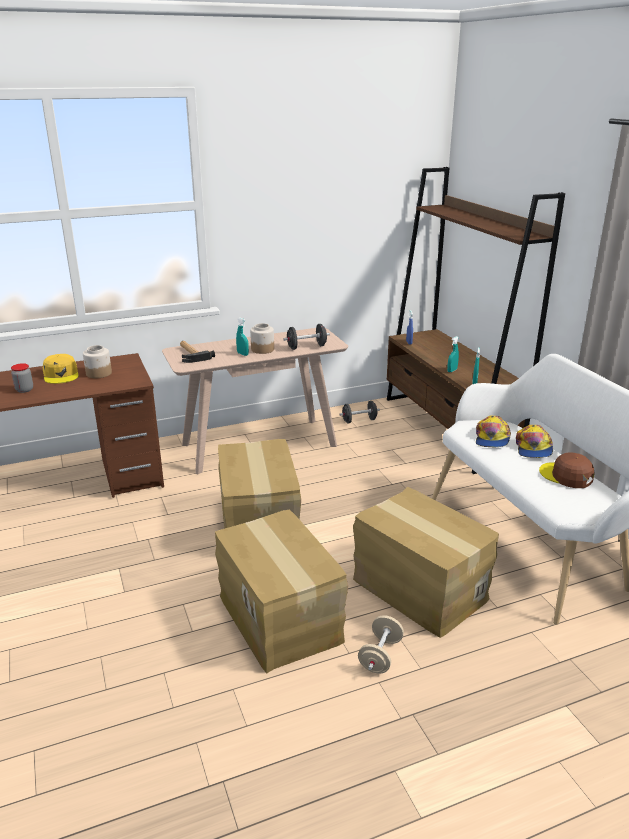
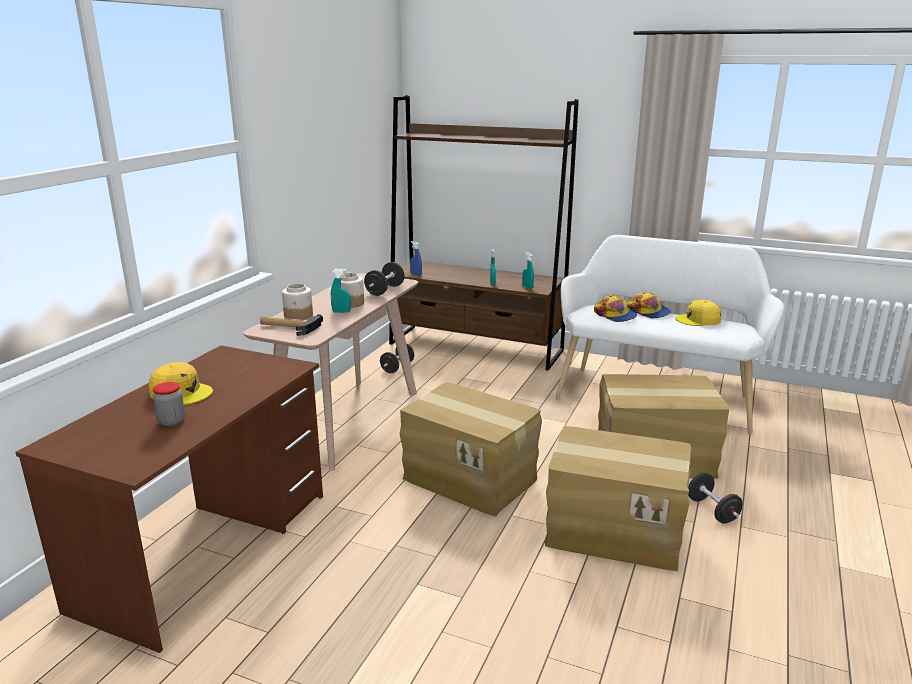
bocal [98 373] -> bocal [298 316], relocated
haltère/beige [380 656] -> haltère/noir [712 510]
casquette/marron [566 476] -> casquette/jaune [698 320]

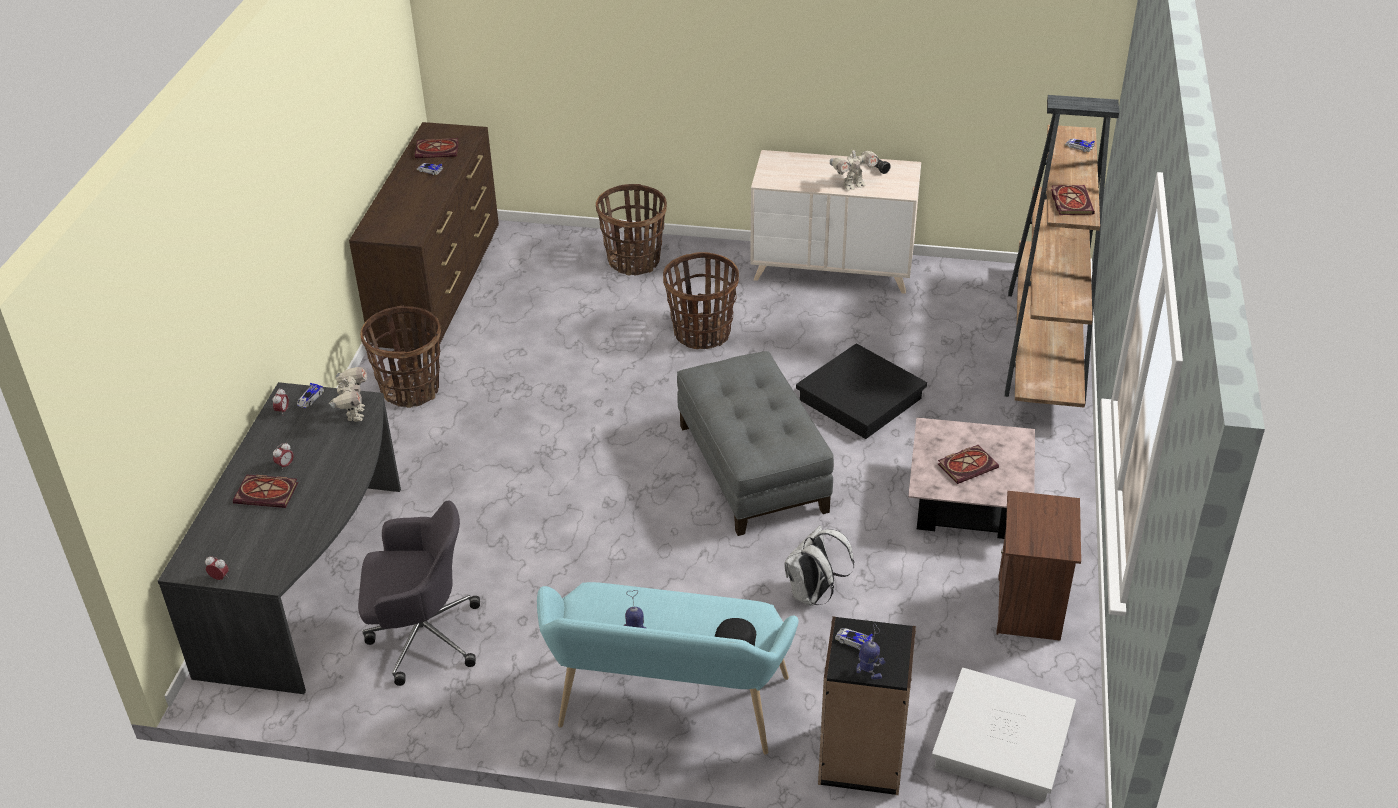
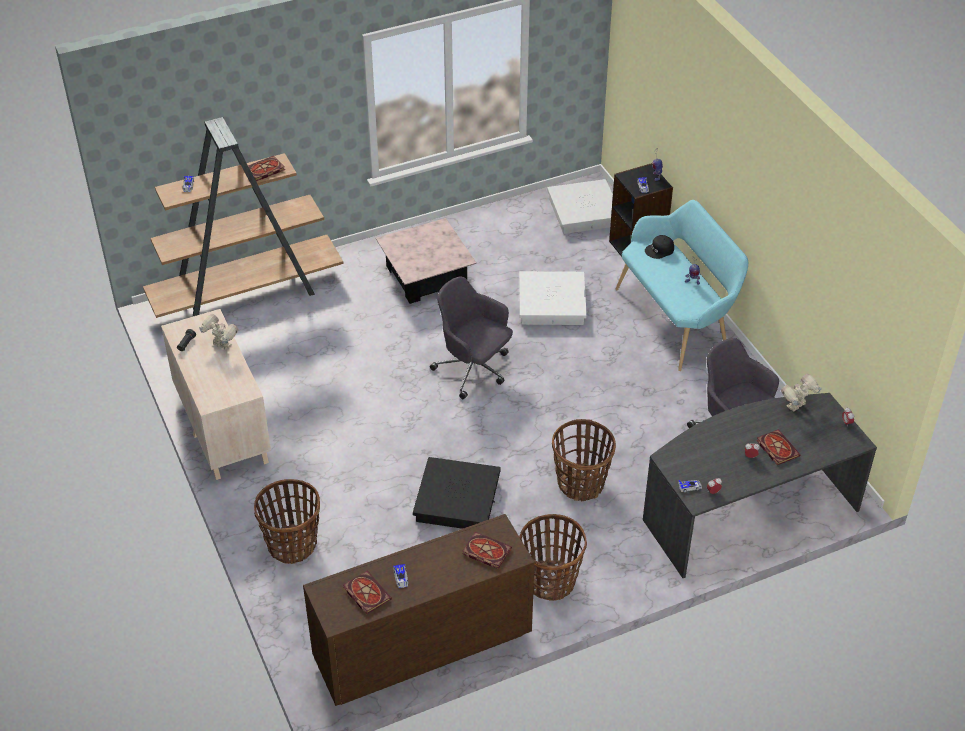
table de chevet/marron [1030 608] -> none
robot jouet [354 414] -> robot jouet [797 406], relocated
panier [702 334] -> panier [581 484], relocated
boîte de rangement/noir [860 399] -> boîte de rangement/noir [457 500], relocated
livre [968 465] -> livre [485 551], relocated
pouf/gris [753 467] -> chaise de bureau/gris [473 370]
sac à dos/blanc [813 595] -> boîte de rangement/blanc [552 303]

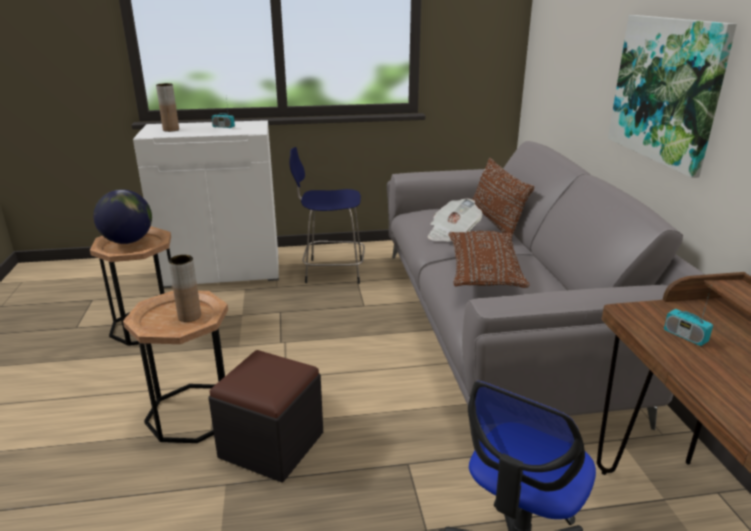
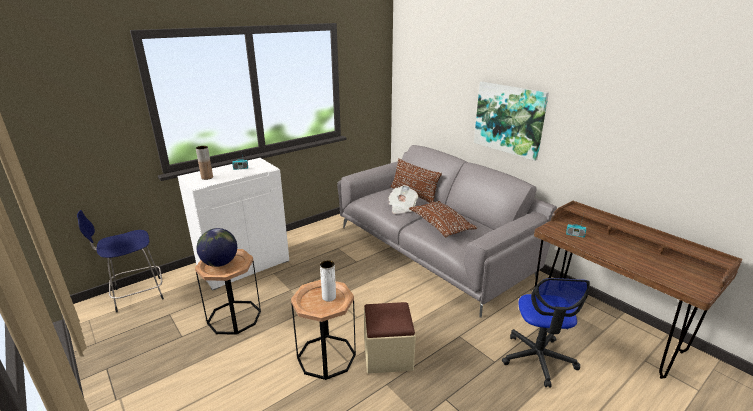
tabouret/bleu [331 271] -> tabouret/bleu [136 294], relocated
vase/marron [189 316] -> vase/blanc [329 297]
pouf/noir [271 445] -> pouf/beige [388 355]

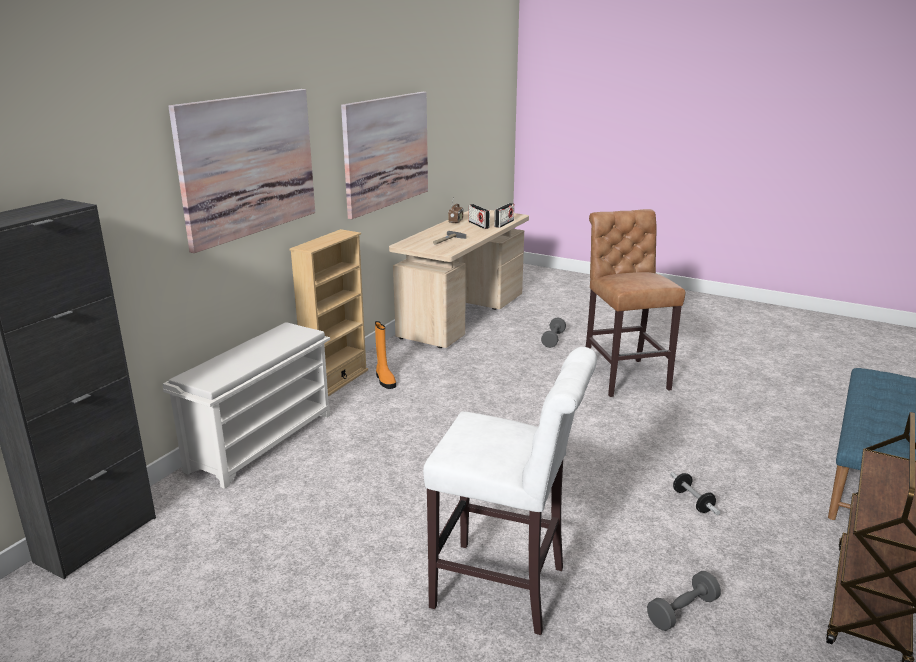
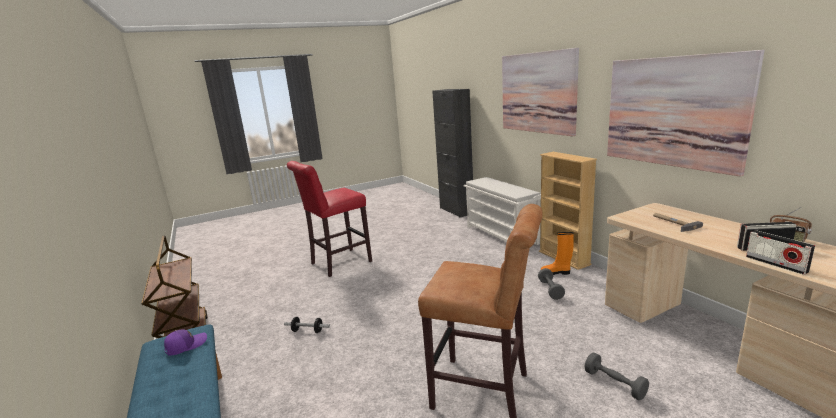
none -> casquette/violet [186 345]
haltère/gris [682 611] -> haltère/gris [550 290], relocated
tabouret/blanc [506 589] -> tabouret/rouge [338 263]

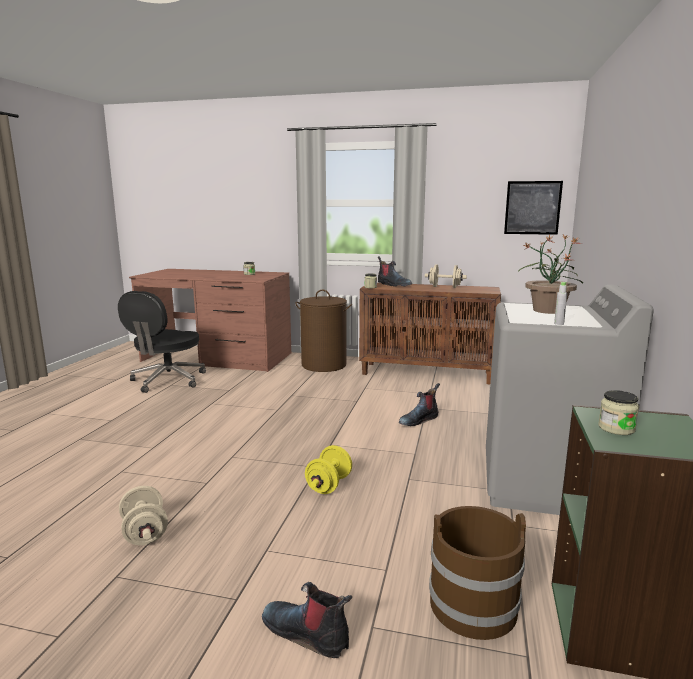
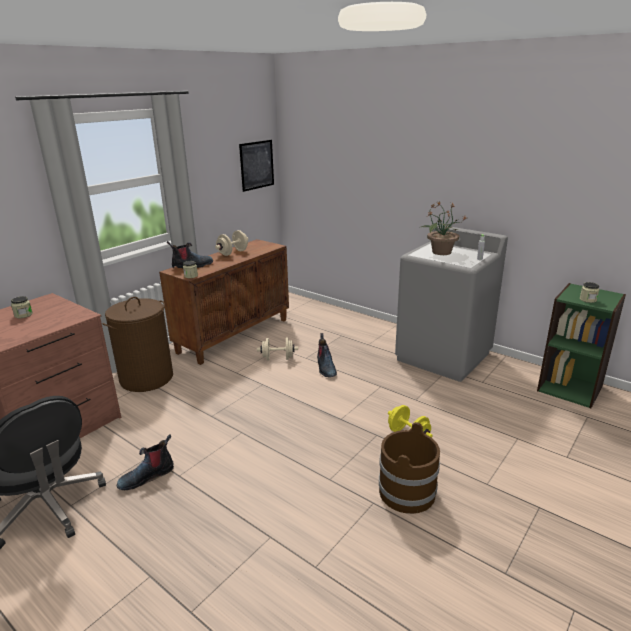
haltère/beige [145 532] -> haltère/beige [278 358], relocated
botte [307 633] -> botte [147 476], relocated
seau/marron [472 605] -> seau/marron [407 492], relocated

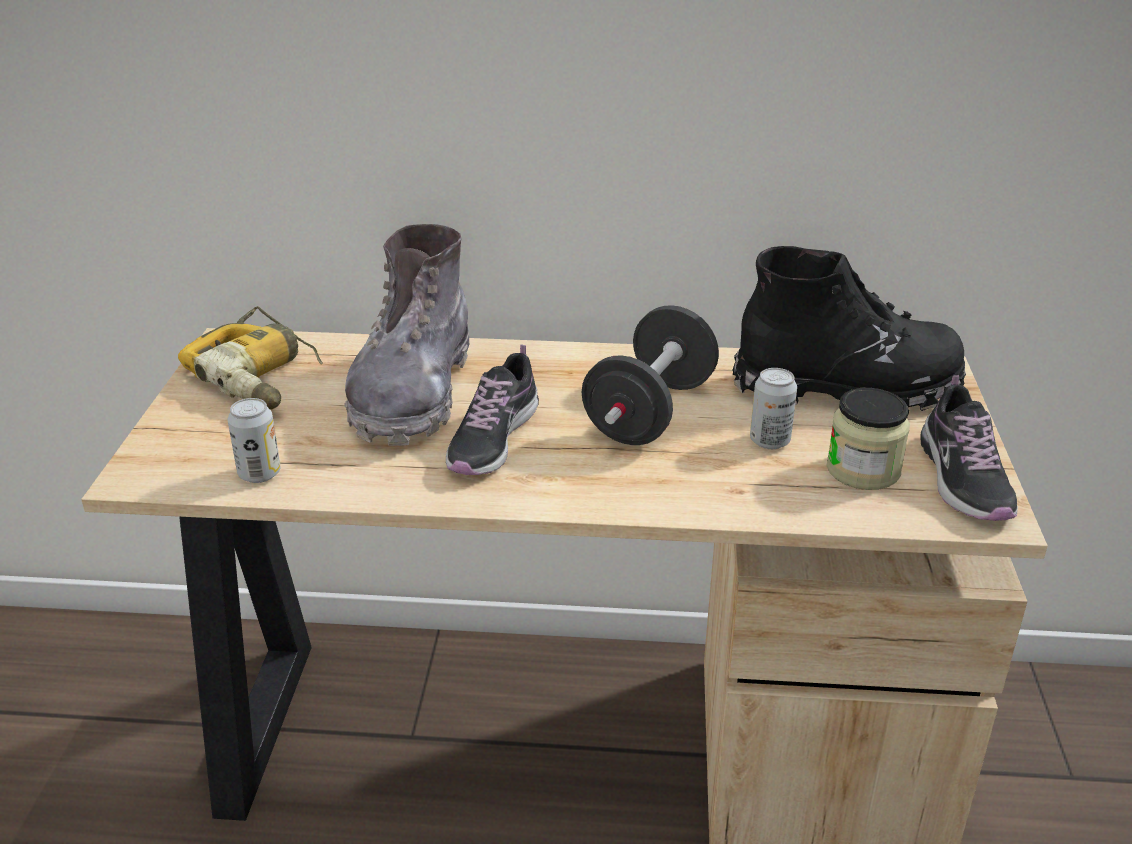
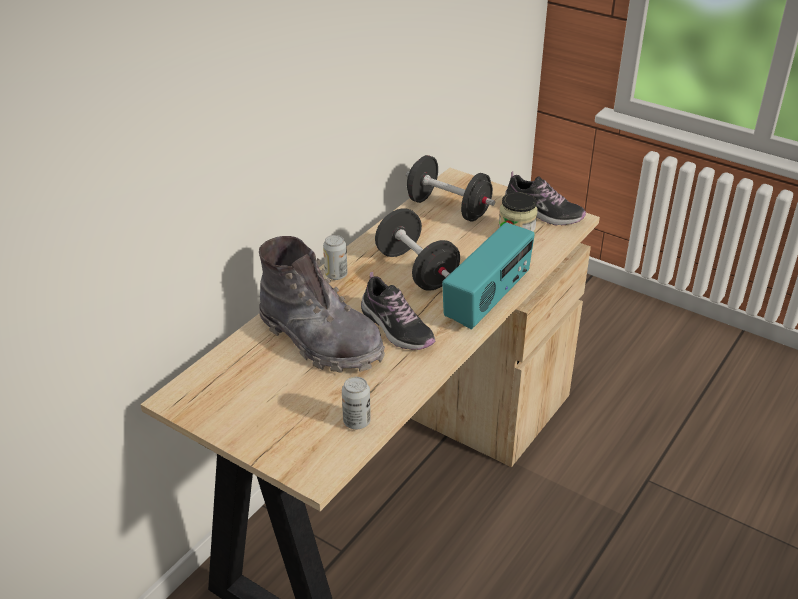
perceuse [261 375] -> none
none -> radio [488 300]
boîte métallique [769 441] -> boîte métallique [336 275], relocated
botte/noir [847 389] -> haltère/noir [448 208]

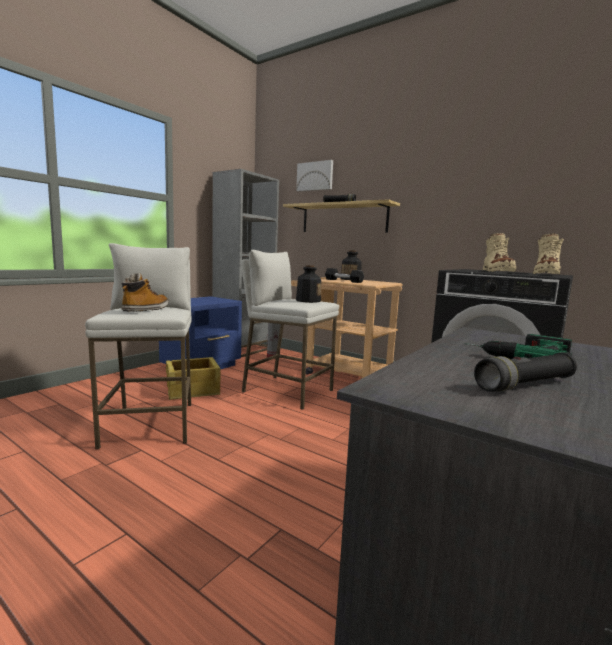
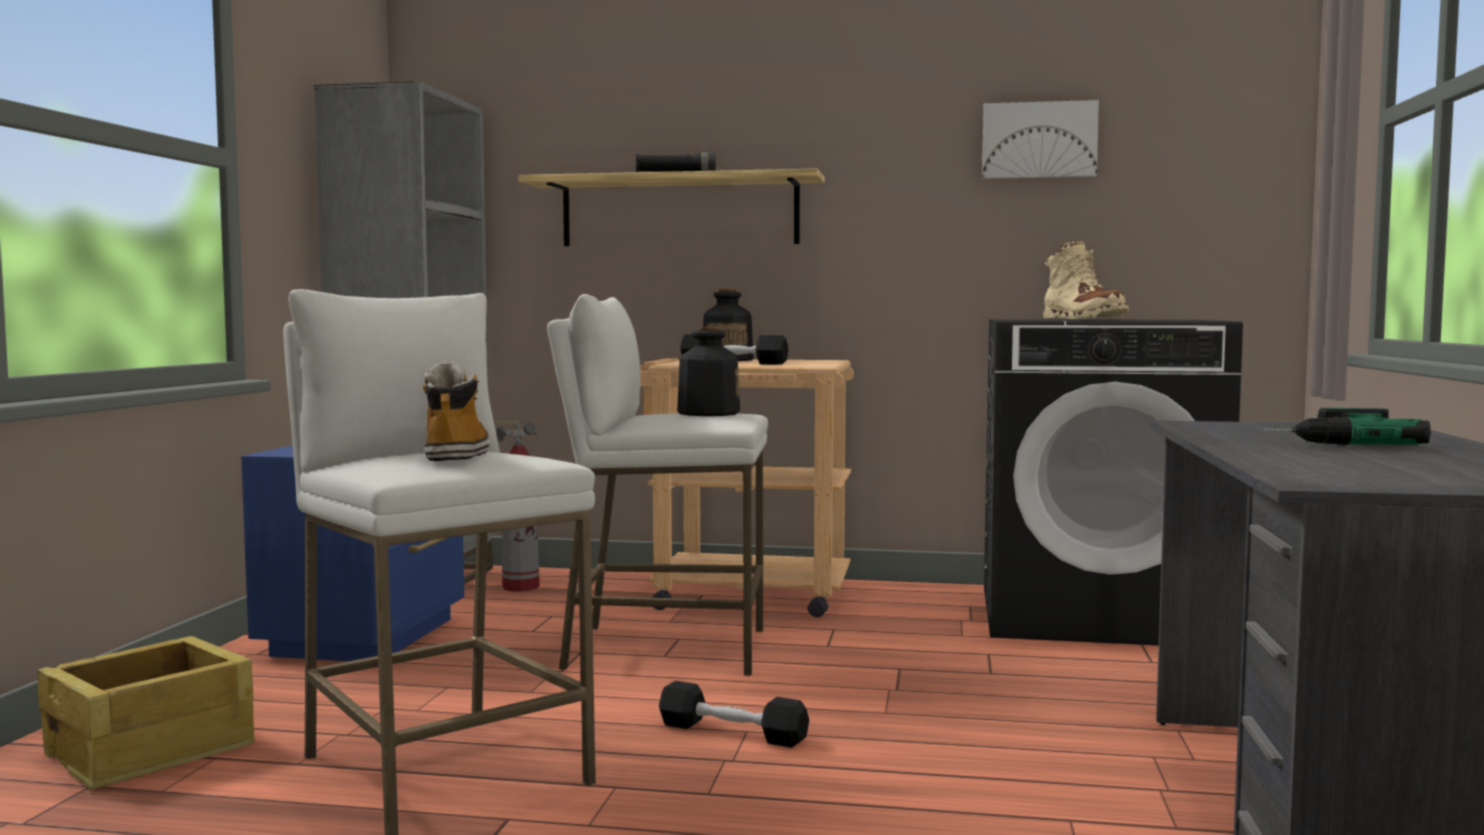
lampe de poche/noir [525 385] -> none
botte/beige [545 274] -> none
none -> haltère/noir [732 732]
caisse [193 390] -> caisse [152 750], relocated
tableau [315 176] -> tableau [1039 140], relocated

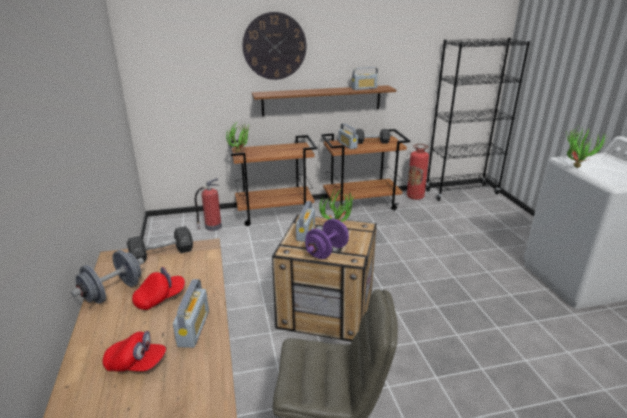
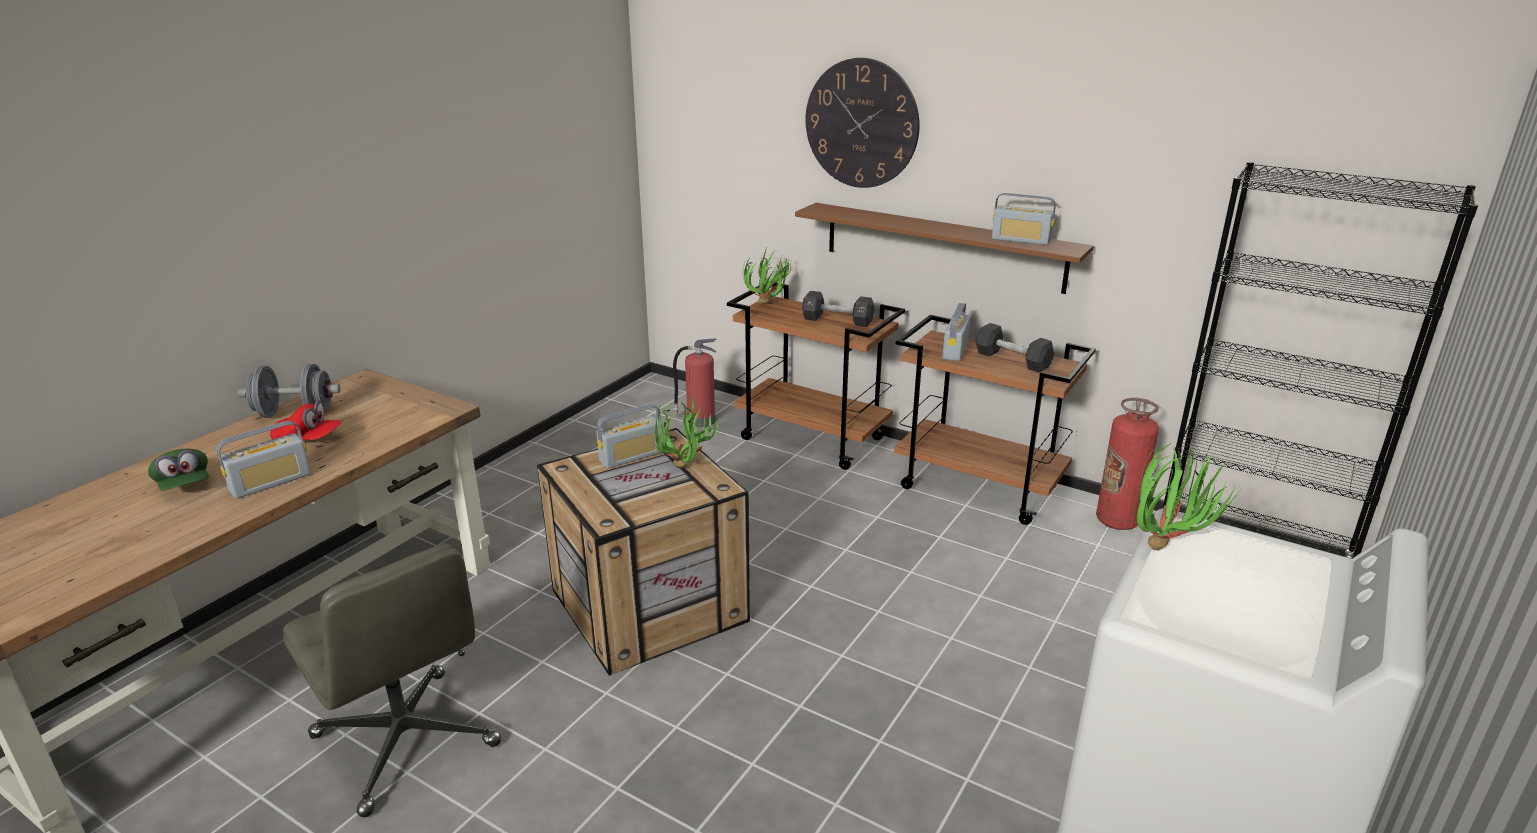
haltère/violet [327 251] -> none
haltère/noir [162 254] -> haltère/noir [837 321], relocated
casquette/rouge [136 364] -> casquette/vert [184 485]

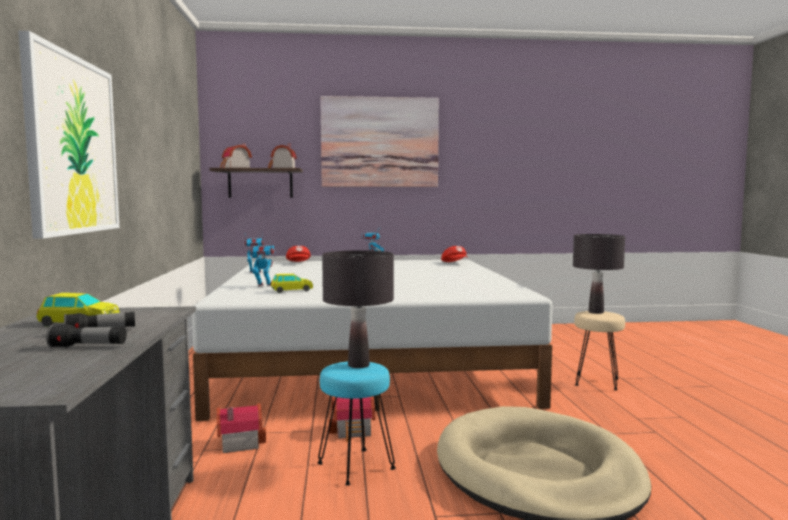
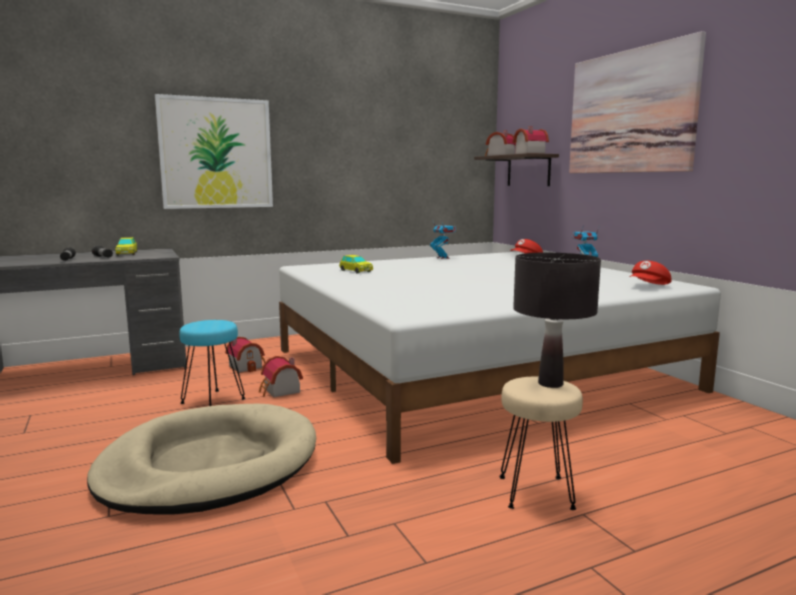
robot jouet [264 285] -> none
lampe de table/noir [358 365] -> none

